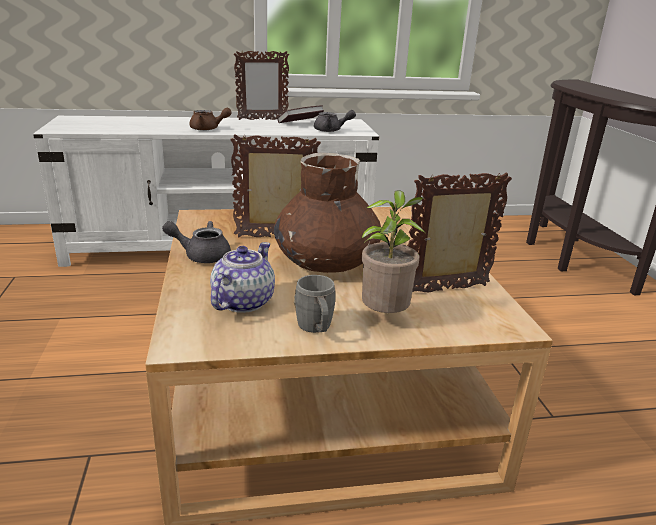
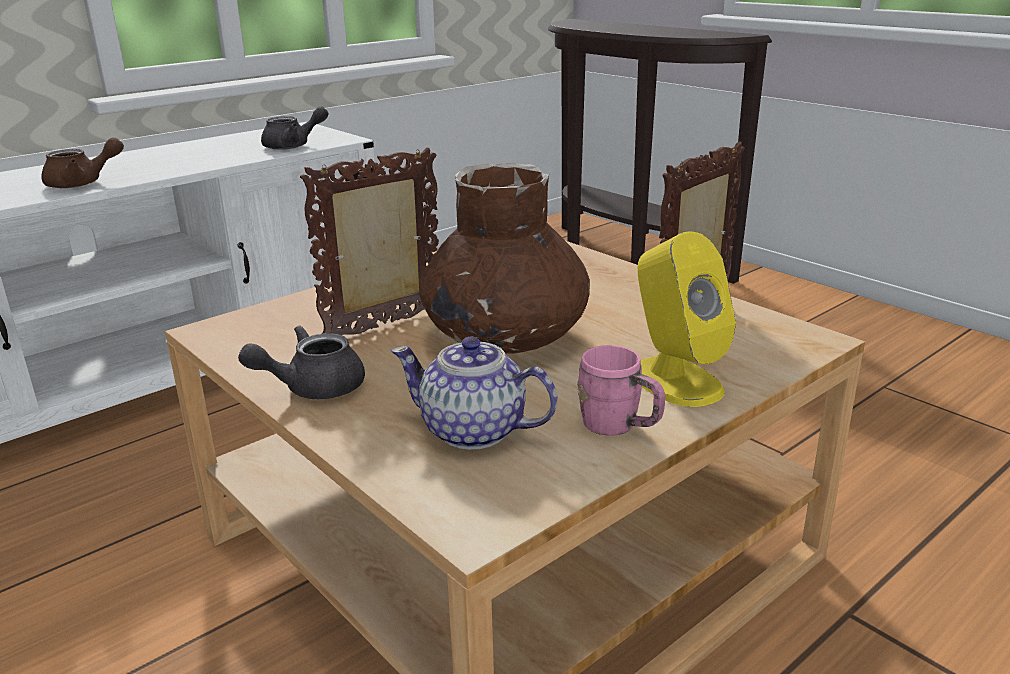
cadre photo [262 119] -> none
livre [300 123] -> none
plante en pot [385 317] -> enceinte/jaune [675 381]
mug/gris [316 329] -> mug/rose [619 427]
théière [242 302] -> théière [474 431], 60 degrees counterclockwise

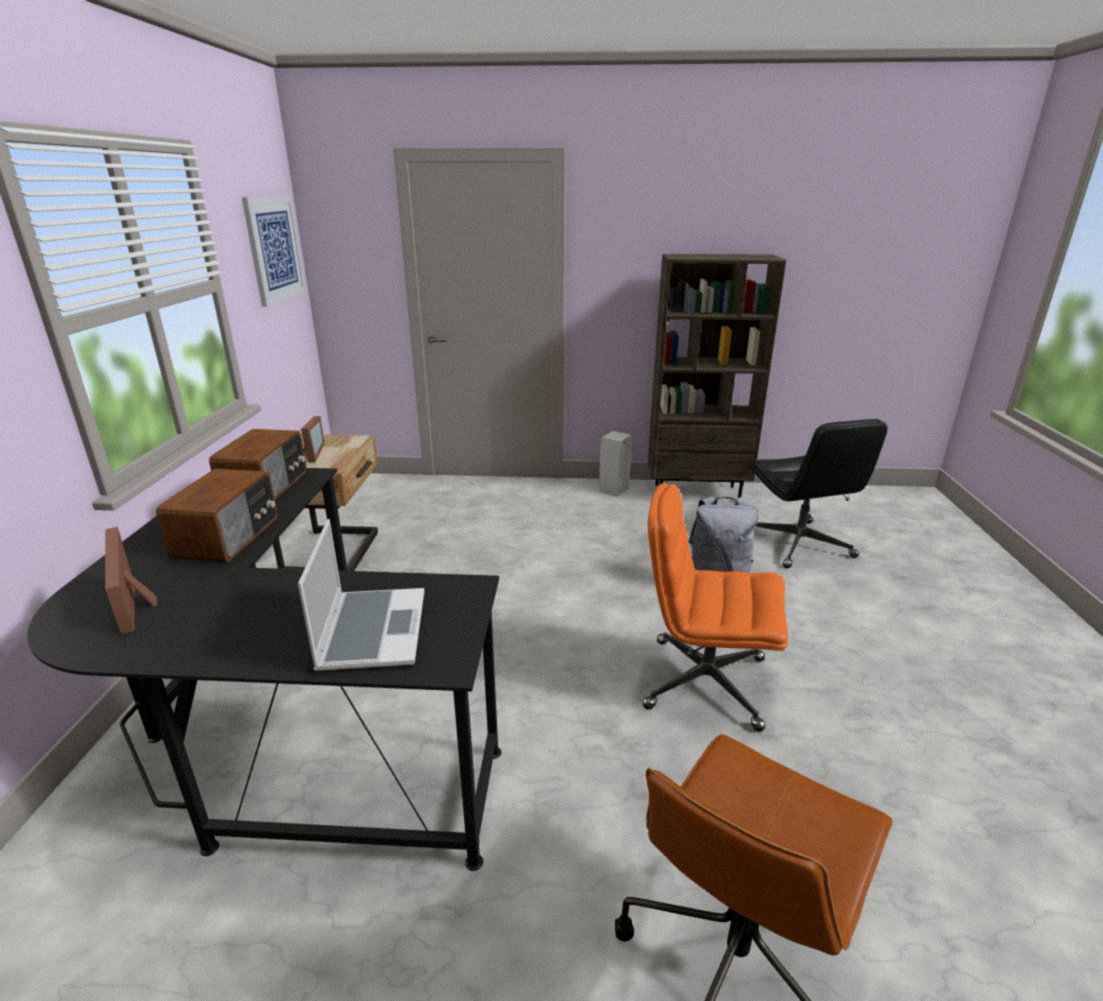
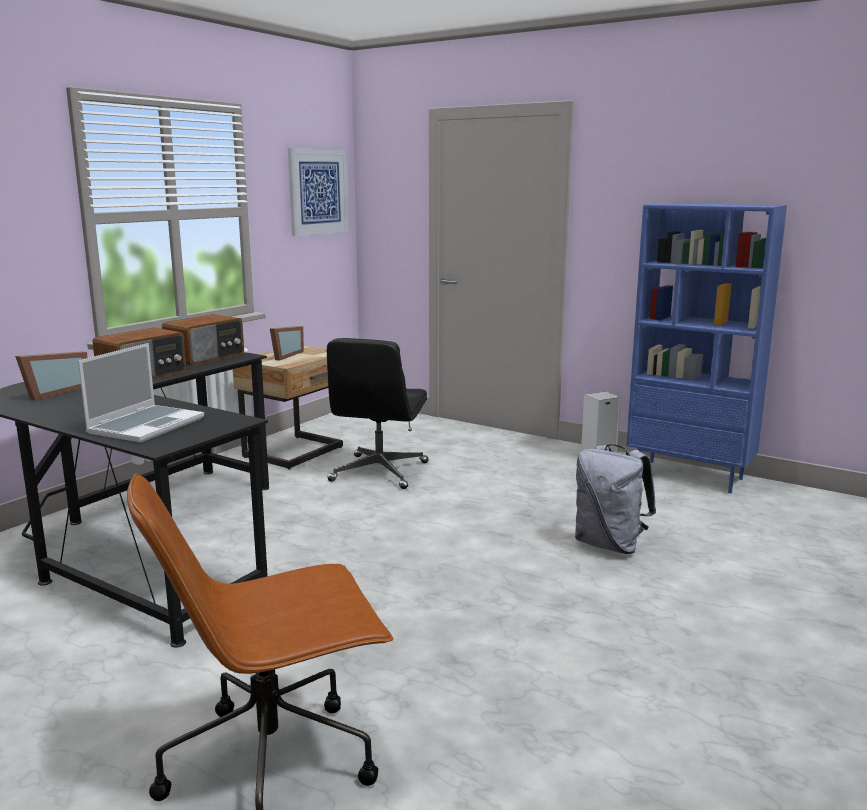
chaise de bureau/orange [703 682] -> none
chaise de bureau/noir [799 544] -> chaise de bureau/noir [379 472], relocated
bibliothèque/marron [697 493] -> bibliothèque/bleu [690 476]
cadre photo [139 603] -> cadre photo [53 392], 150 degrees counterclockwise

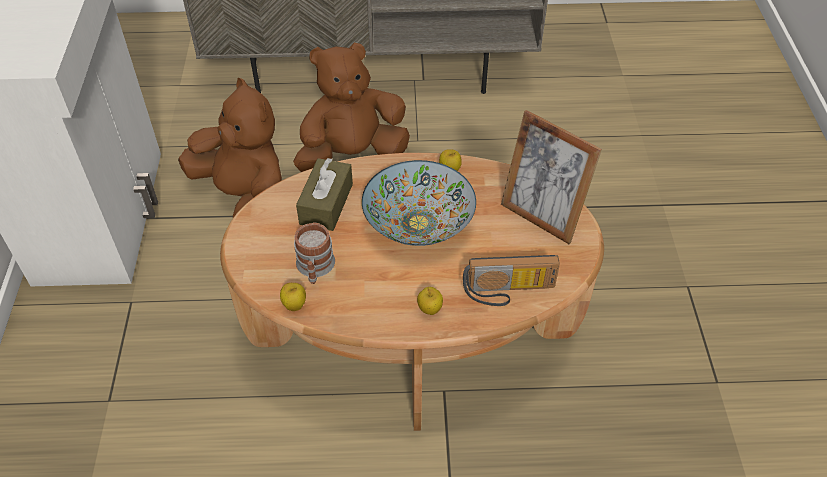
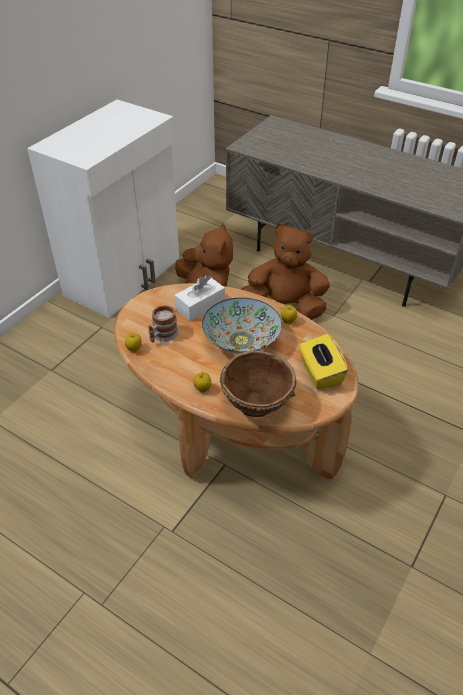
radio [508 292] -> bol/marron [257 404]
cadre photo [541 217] -> boîte à mouchoirs/jaune [320 373]
boîte à mouchoirs/marron [326 204] -> boîte à mouchoirs/blanc [200 306]

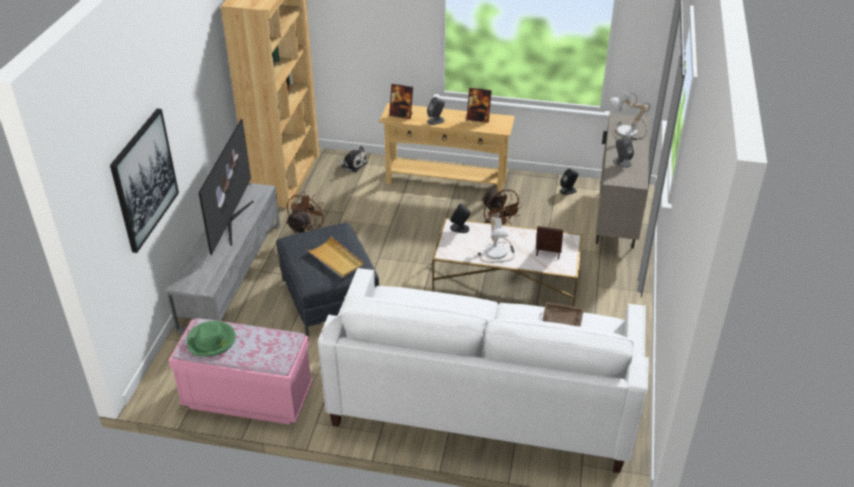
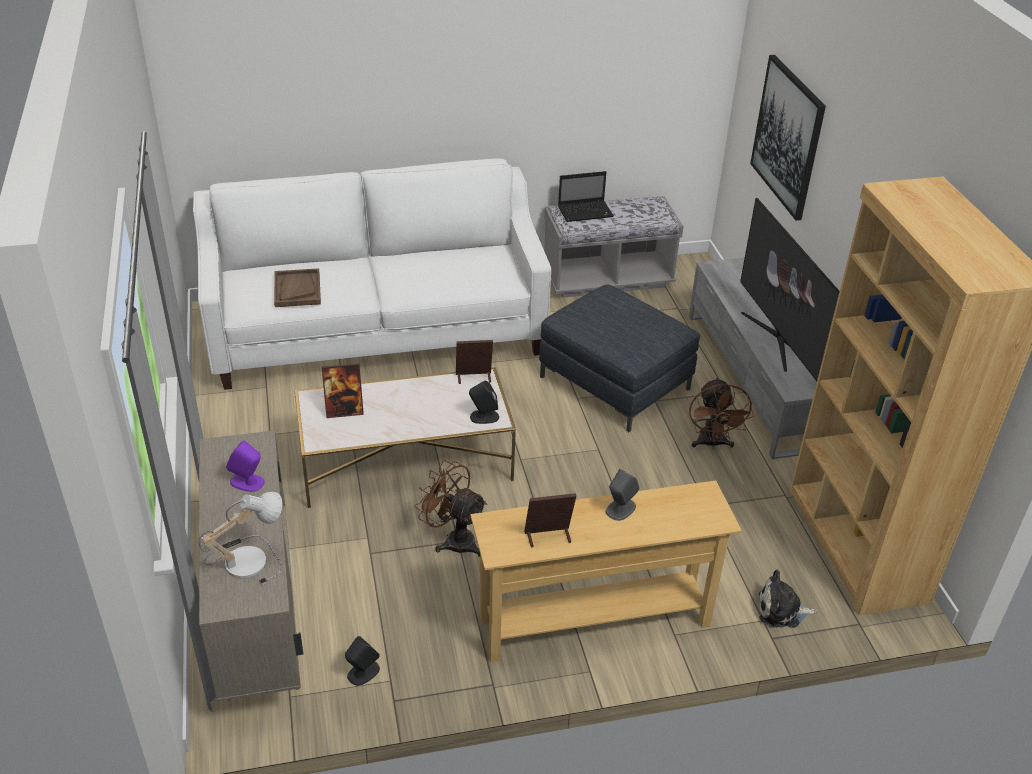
chapeau/vert [211 341] -> none
plateau/beige [336 259] -> none
lampe de table [498 252] -> none
none -> ordinateur portable [586 212]
cadre photo [401 115] -> cadre photo [473 378], relocated
banc/rose [248 397] -> banc/gris [607 278]
enceinte/gris [622 162] -> enceinte/violet [247 482]

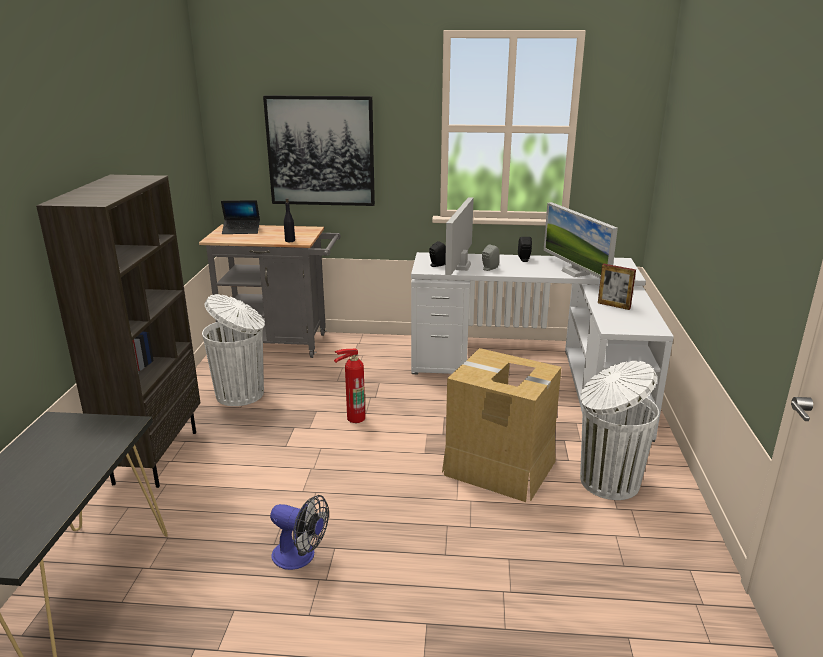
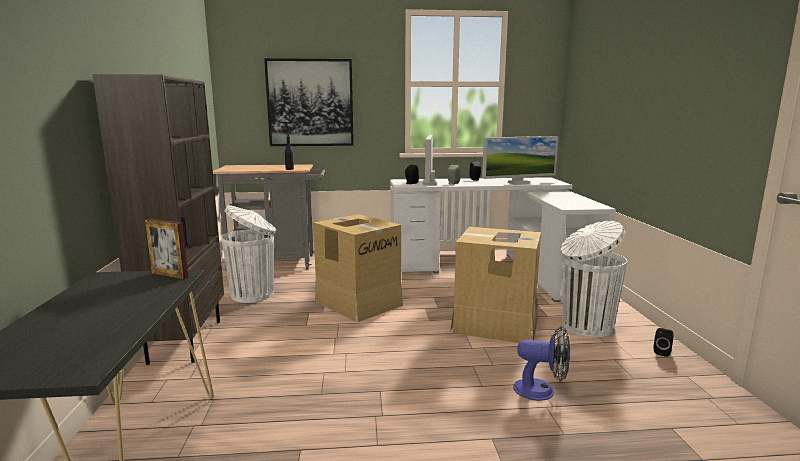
ordinateur portable [241 230] -> none
none -> enceinte/noir [662 352]
ventilateur [300 557] -> ventilateur [541 390], relocated
cadre photo [613 305] -> cadre photo [169 275], relocated
extincteur [353 418] -> carton [358 302]
écran d'ordinateur [575 272] -> écran d'ordinateur [518 183], 75 degrees counterclockwise

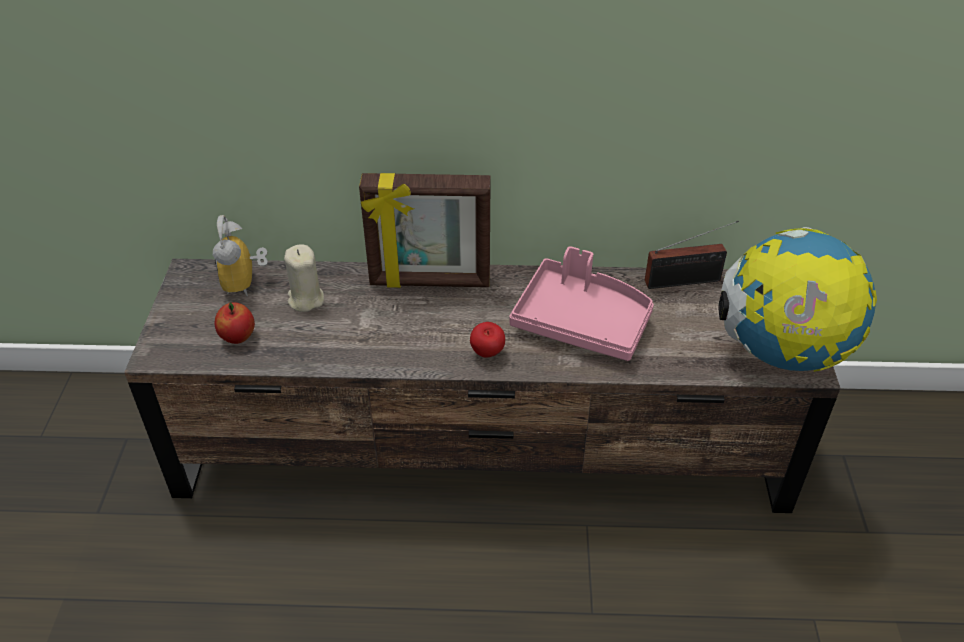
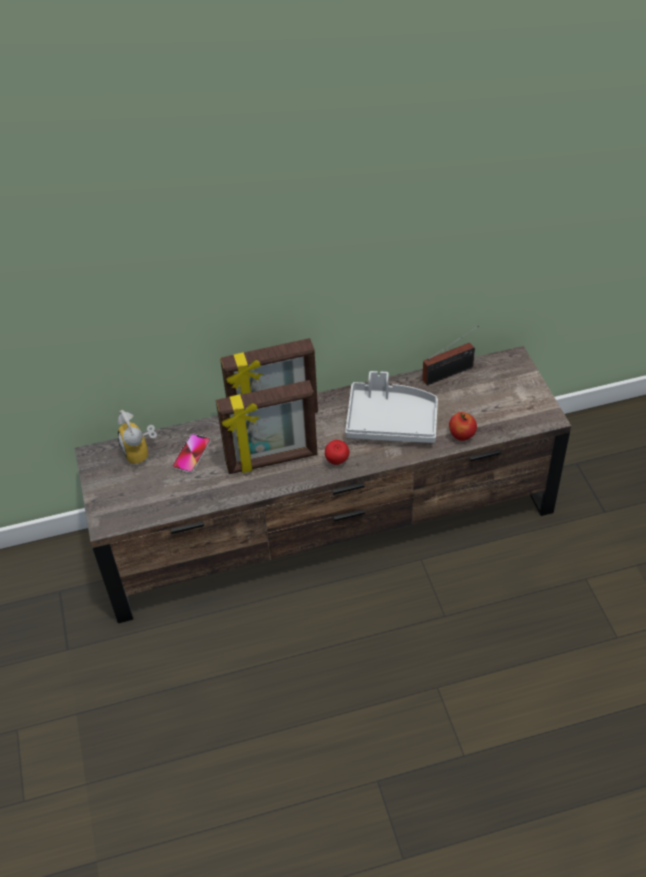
globe [781 352] -> none
none -> cadre photo [272 460]
pomme [238 337] -> pomme [462 435], relocated
bougie/beige [305 299] -> téléphone [191 454]
plateau/rose [582 322] -> plateau/gris [391 421]

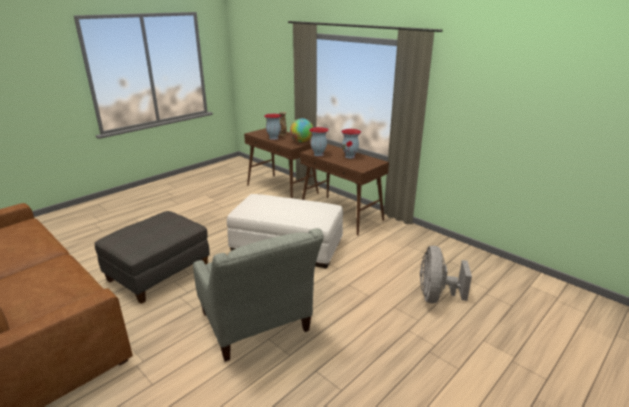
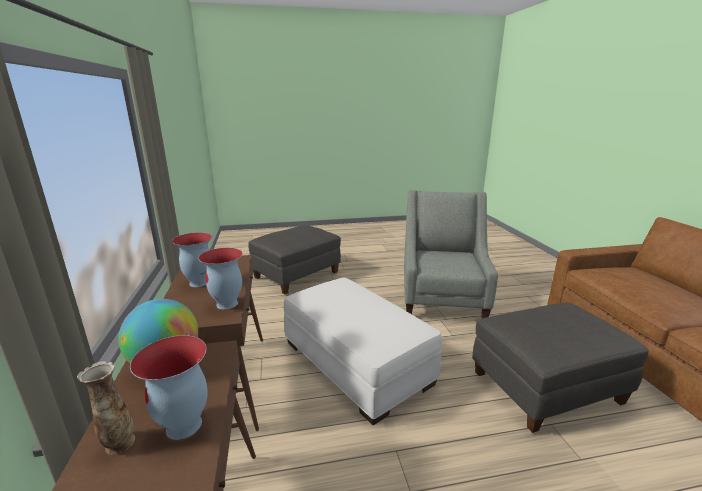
ventilateur/gris [436 296] -> pouf/gris [297 275]

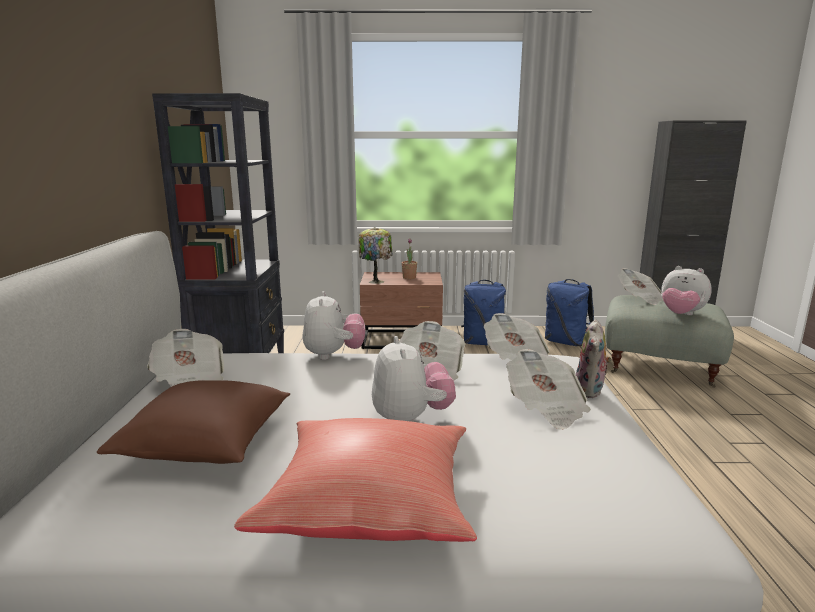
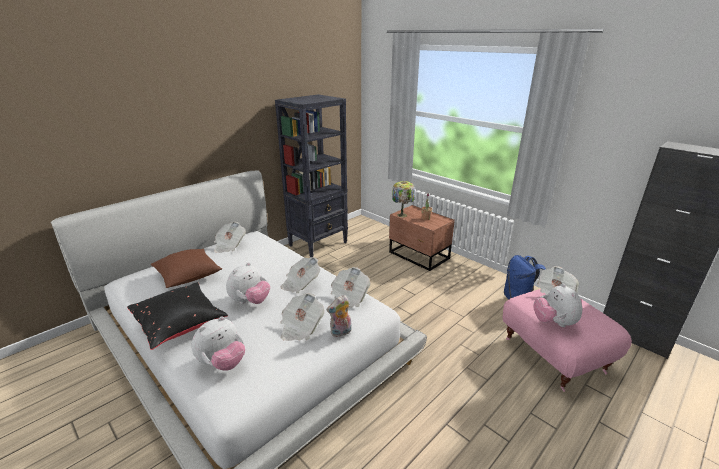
sac à dos/bleu [483 343] -> none
peluche [333 355] -> peluche [222 363], relocated
coussin/rouge [369 506] -> coussin/noir [180 324]
pouf/gris [660 366] -> pouf/rose [555 355]

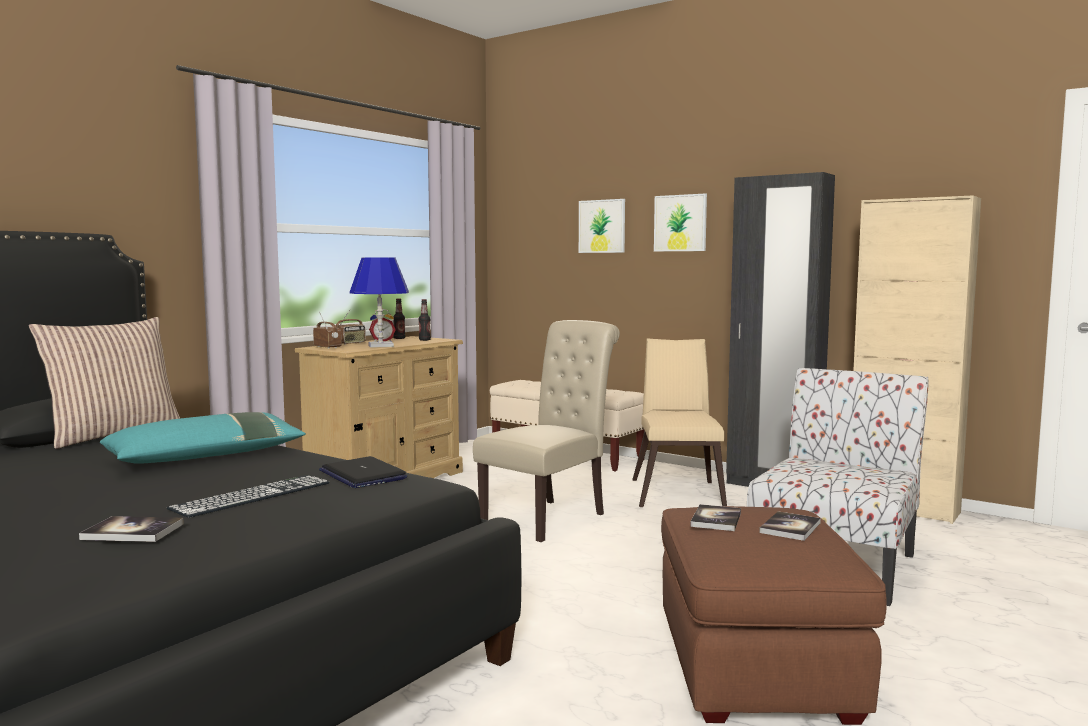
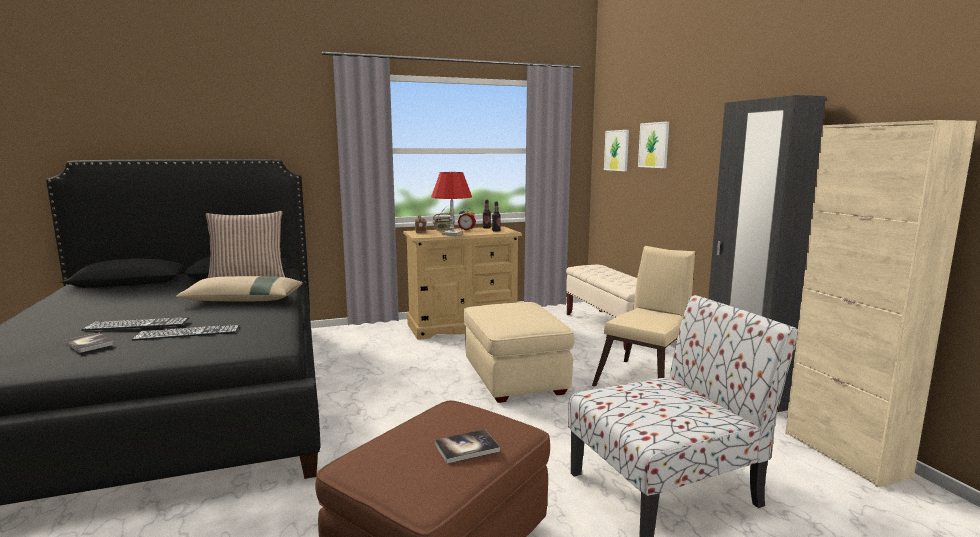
ordinateur portable [362 475] -> none
livre [716 519] -> none
none -> clavier [137 324]
tableau [680 223] -> tableau [617 150], relocated
chaise/beige [550 517] -> pouf/beige [514 378]
coussin/turquoise [207 456] -> coussin/beige [243 300]
lampe de table/bleu [380 346] -> lampe de table/rouge [452 234]

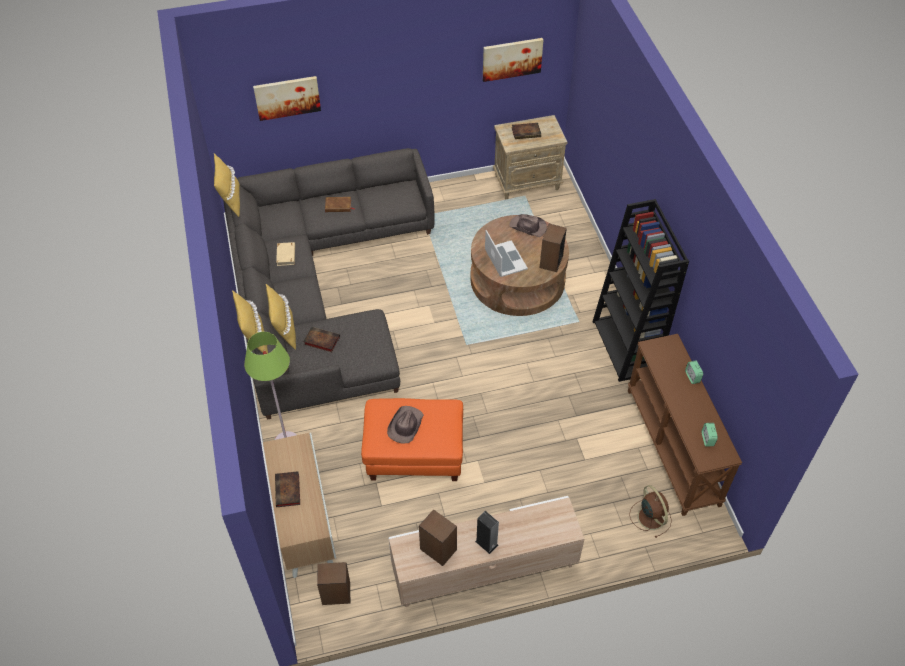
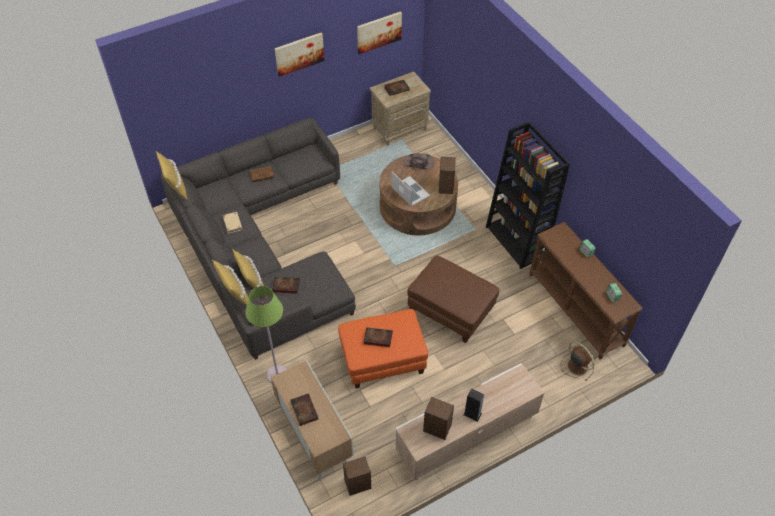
none -> pouf/marron [450 311]
tableau [287 97] -> tableau [299 53], relocated
chapeau/marron [405 425] -> livre [377 338]

